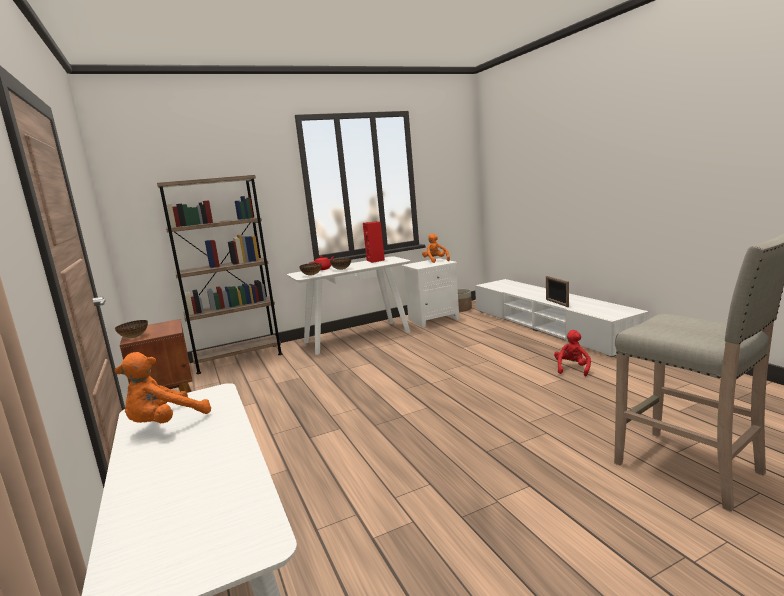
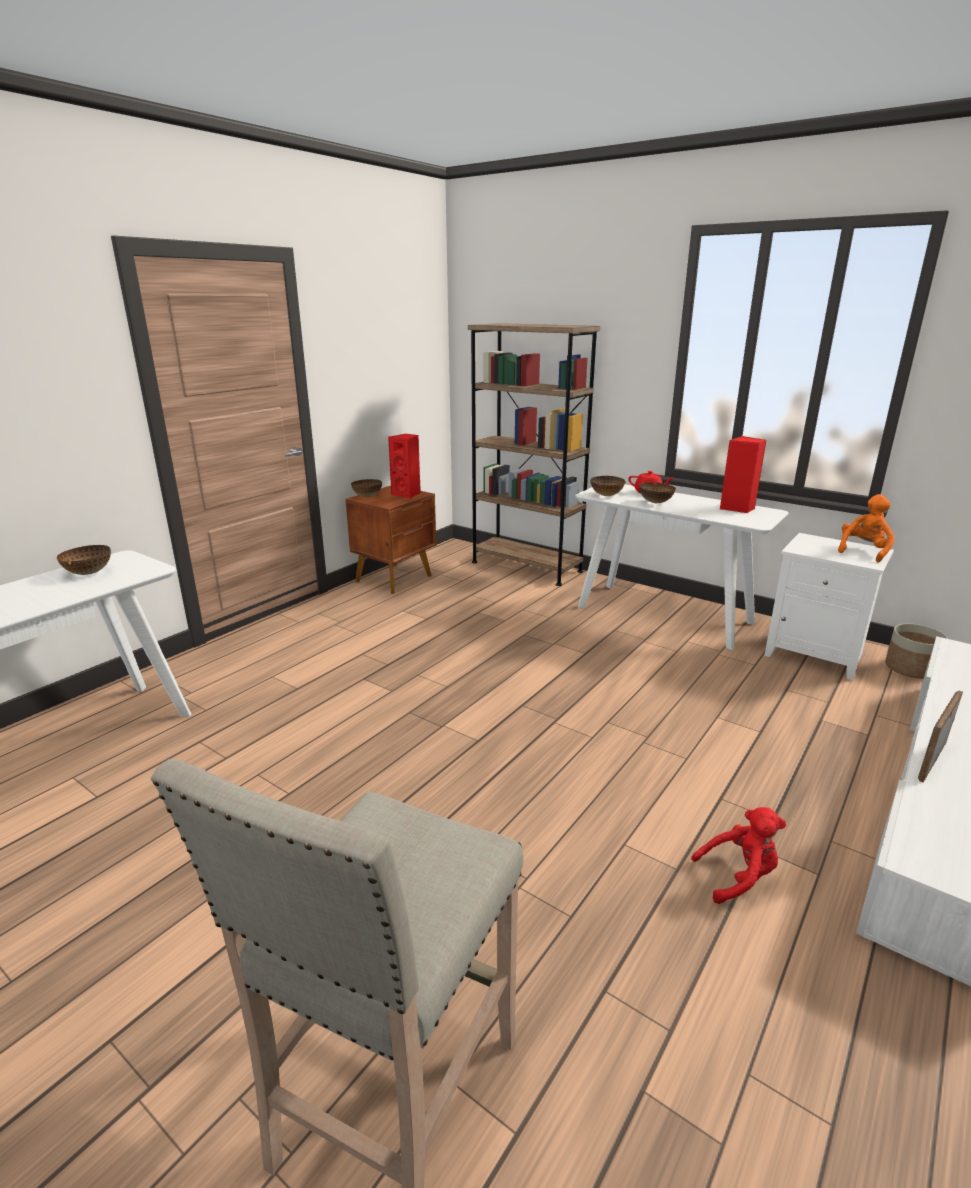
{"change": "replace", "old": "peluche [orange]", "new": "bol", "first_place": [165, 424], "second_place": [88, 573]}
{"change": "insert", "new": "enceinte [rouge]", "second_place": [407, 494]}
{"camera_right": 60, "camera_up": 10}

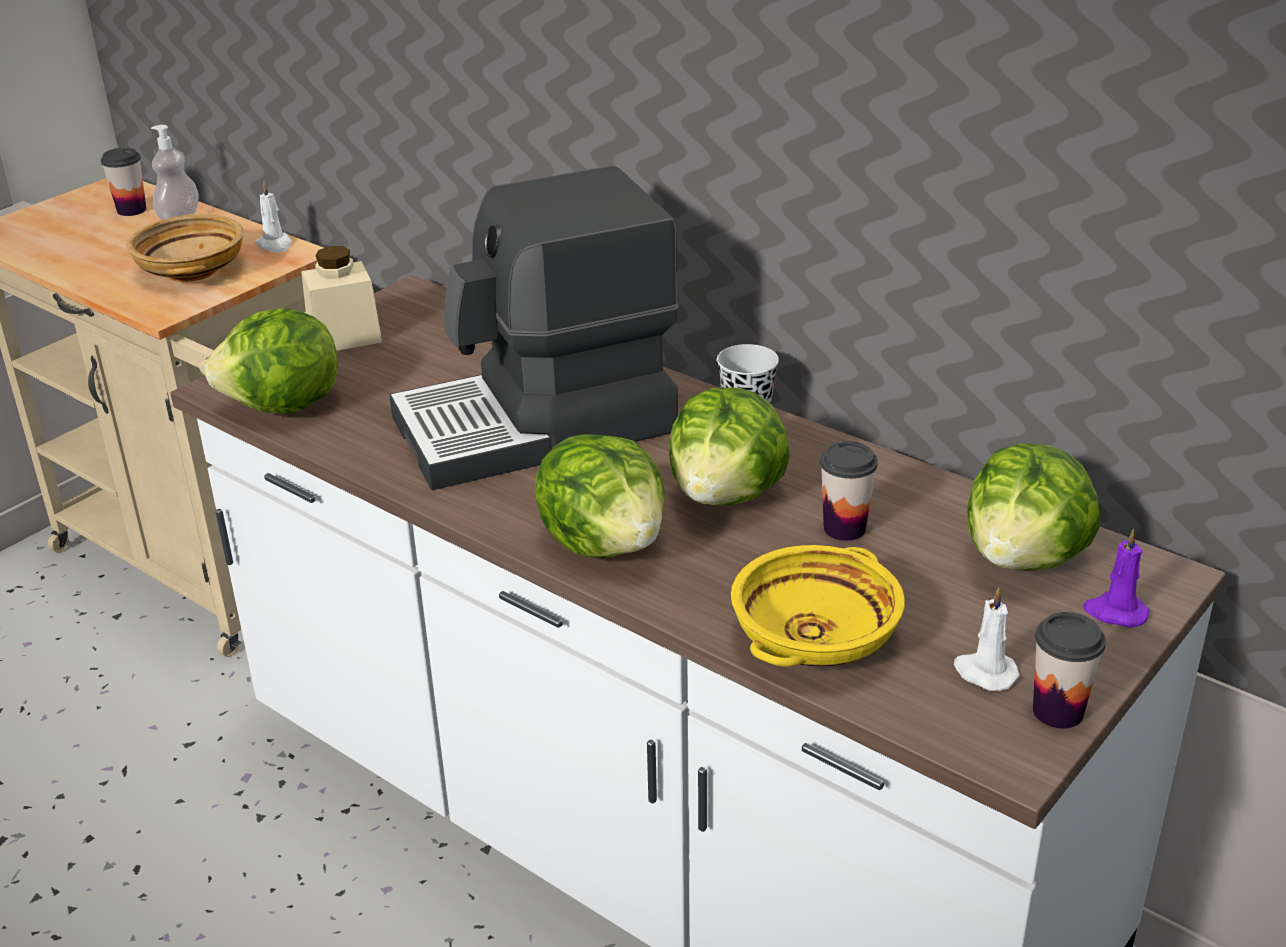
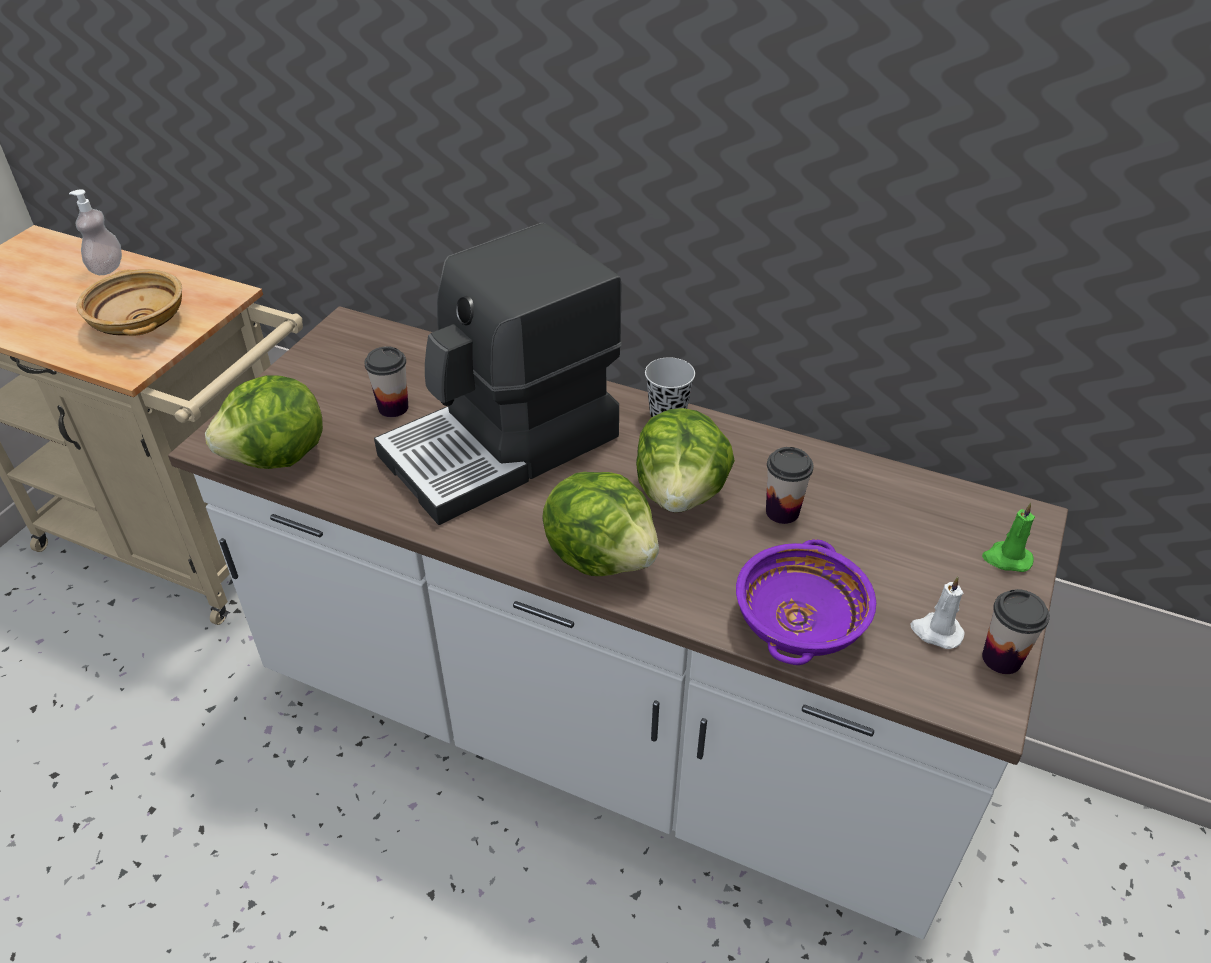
{"change": "move", "old": "tasse", "first_place": [131, 210], "second_place": [393, 407]}
{"change": "delete", "old": "bougie [blanc]", "first_place": [275, 245]}
{"change": "delete", "old": "bocal [beige]", "first_place": [344, 337]}
{"change": "delete", "old": "laitue", "first_place": [1025, 559]}
{"change": "recolor", "old": "bougie [violet]", "new": "bougie [vert]", "first_place": [1114, 612], "second_place": [1006, 558]}
{"change": "recolor", "old": "bol [jaune]", "new": "bol [violet]", "first_place": [815, 639], "second_place": [800, 623]}
{"camera_right": -15, "camera_up": 10}

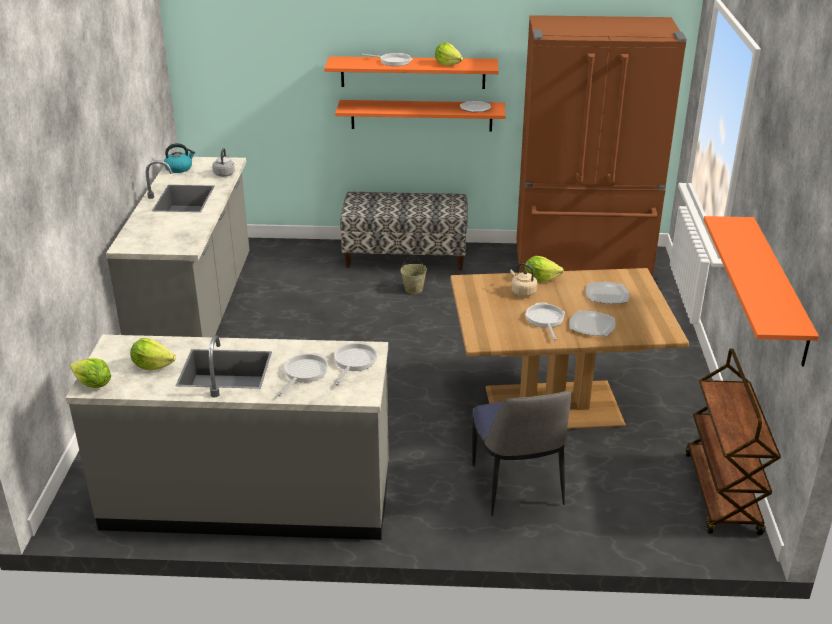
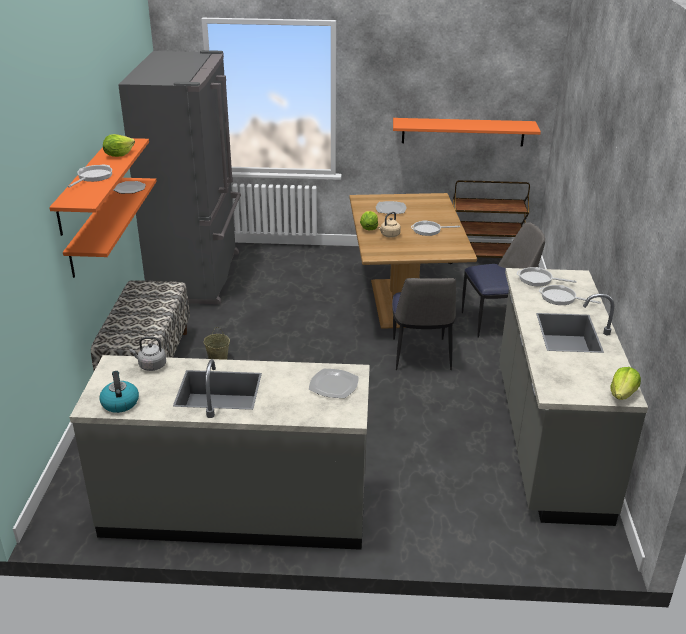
{"change": "recolor", "old": "réfrigérateur [marron]", "new": "réfrigérateur [gris]", "first_place": [582, 266], "second_place": [198, 276]}
{"change": "move", "old": "assiette", "first_place": [592, 325], "second_place": [334, 385]}
{"change": "delete", "old": "laitue", "first_place": [152, 365]}
{"change": "insert", "new": "chaise", "second_place": [420, 355]}
{"camera_right": -90, "camera_up": 0}

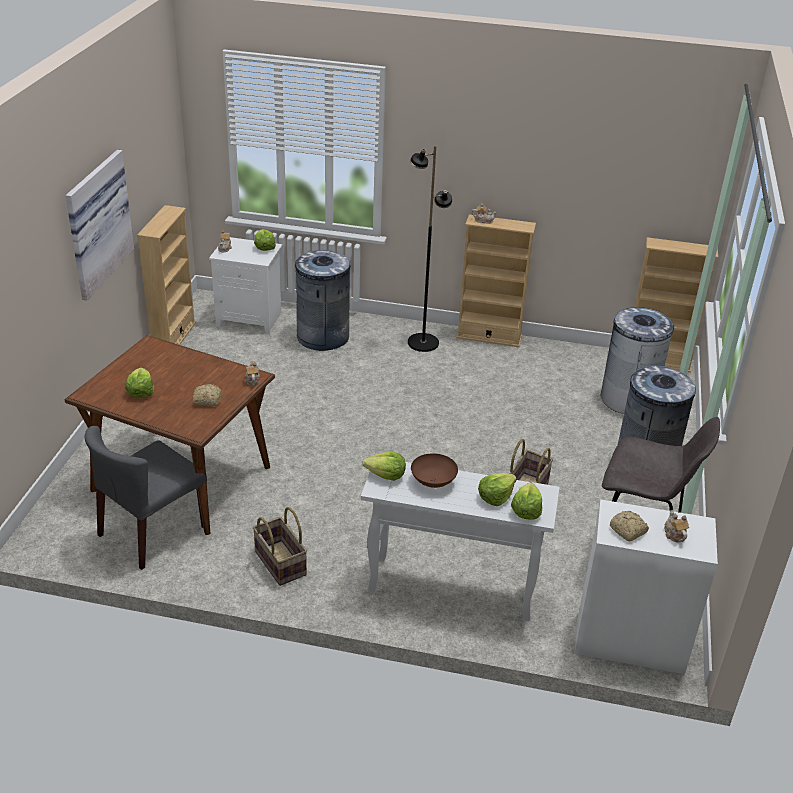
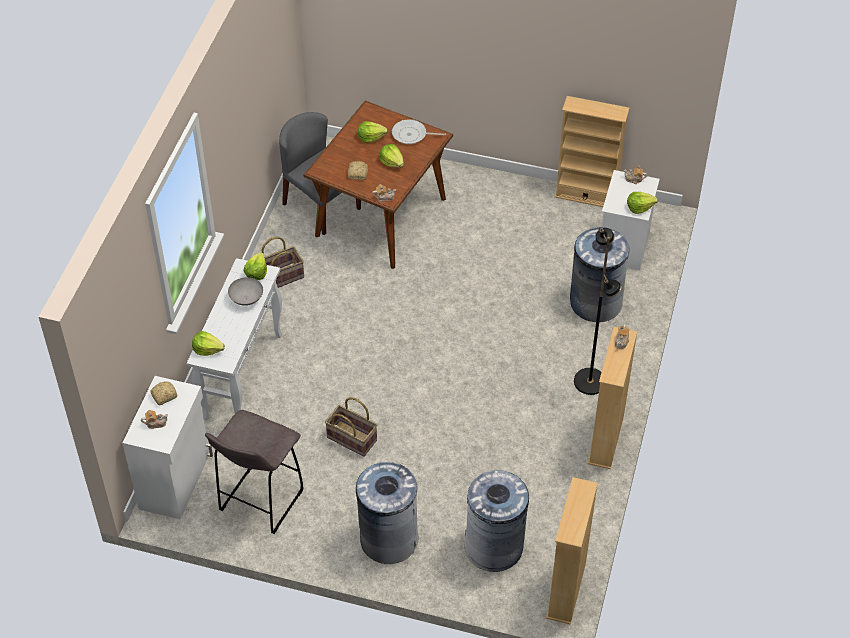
{"change": "delete", "old": "tableau", "first_place": [95, 223]}
{"change": "recolor", "old": "bol [marron]", "new": "bol [gris]", "first_place": [432, 482], "second_place": [246, 298]}
{"change": "move", "old": "laitue", "first_place": [495, 496], "second_place": [392, 162]}
{"change": "insert", "new": "poêle", "second_place": [411, 135]}
{"camera_right": 95, "camera_up": 15}

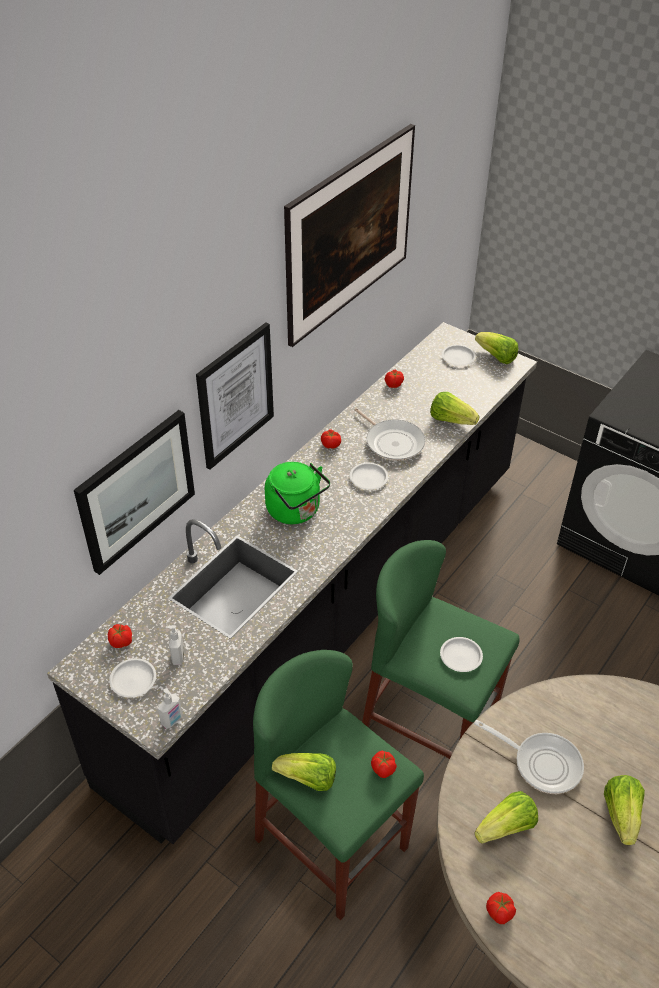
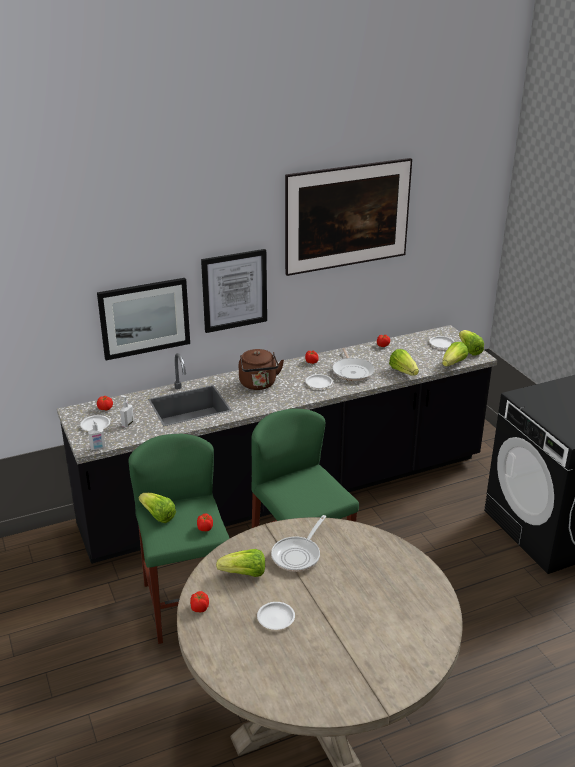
{"change": "recolor", "old": "bouilloire [vert]", "new": "bouilloire [marron]", "first_place": [296, 511], "second_place": [258, 384]}
{"change": "move", "old": "assiette [blanc]", "first_place": [461, 656], "second_place": [276, 618]}
{"change": "rotate", "old": "poêle", "first_place": [542, 763], "second_place": [298, 555], "degrees": 60}
{"change": "move", "old": "laitue", "first_place": [621, 815], "second_place": [453, 363]}
{"camera_right": 30, "camera_up": -15}

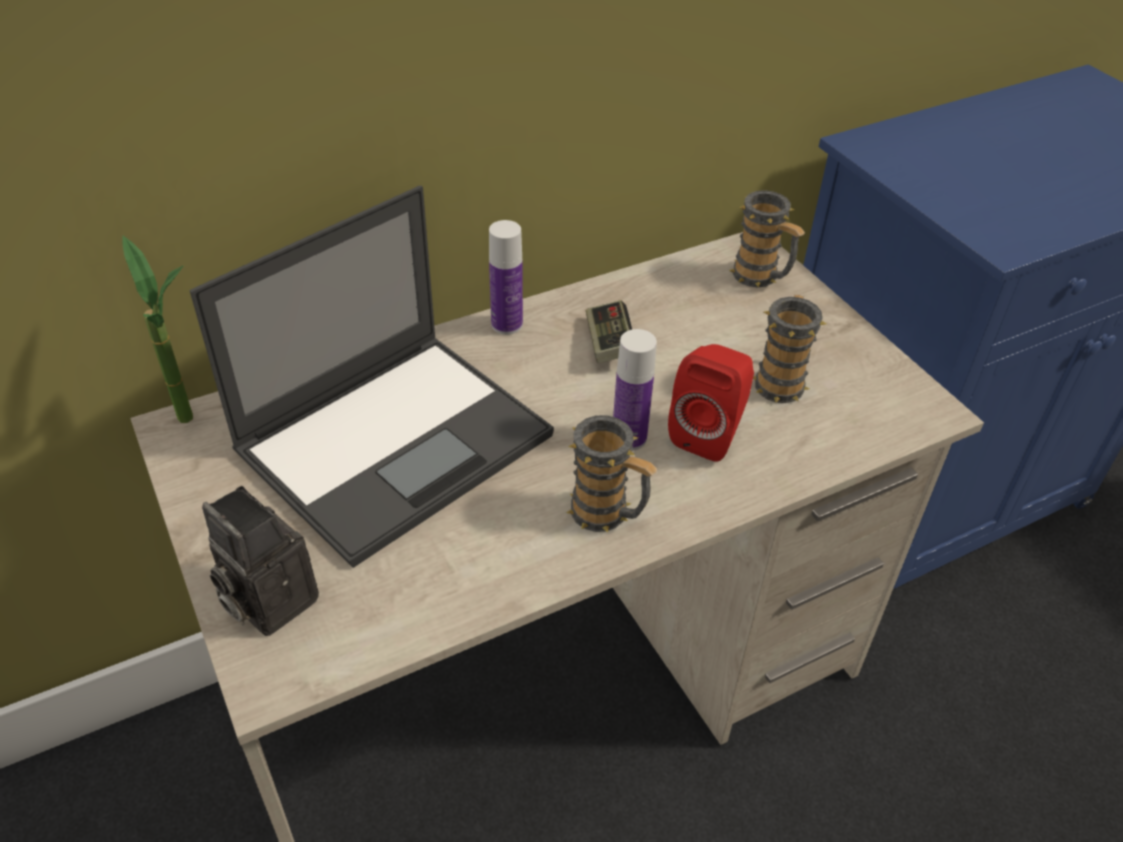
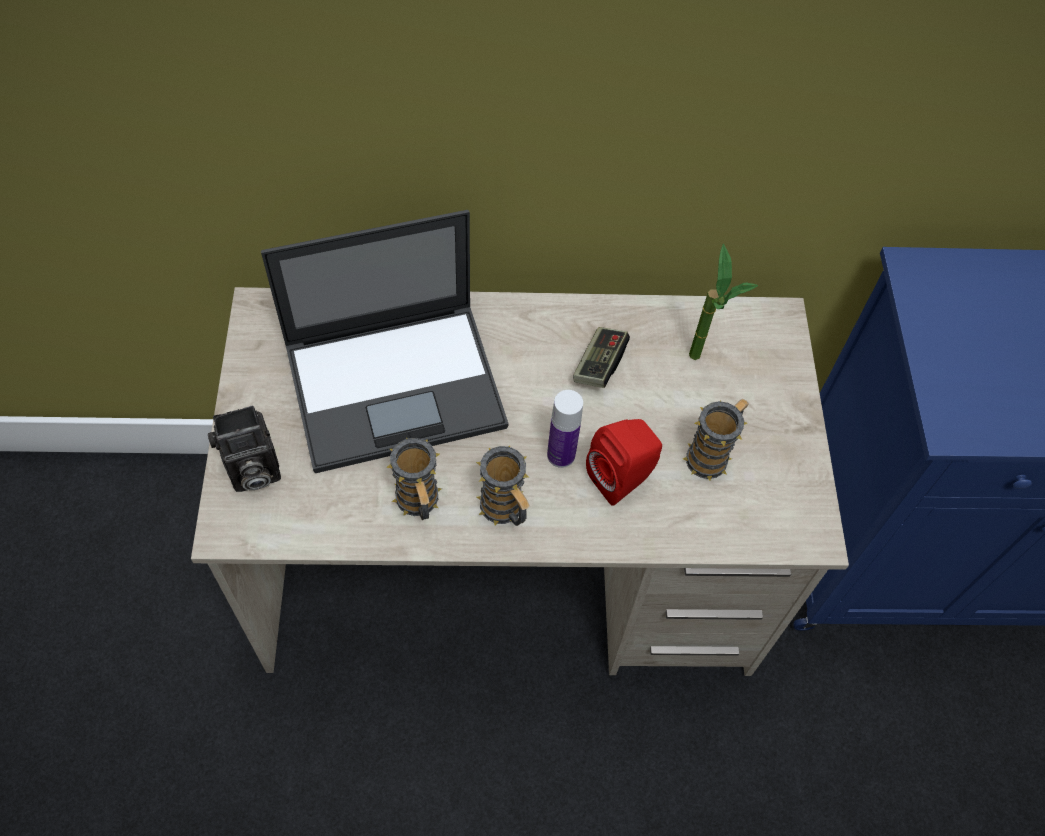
{"change": "move", "old": "mug", "first_place": [761, 278], "second_place": [419, 504]}
{"change": "delete", "old": "bouteille", "first_place": [507, 324]}
{"change": "move", "old": "plante en pot", "first_place": [197, 424], "second_place": [701, 364]}
{"change": "rotate", "old": "appareil photo", "first_place": [266, 600], "second_place": [251, 472], "degrees": -90}
{"camera_right": 25, "camera_up": 15}

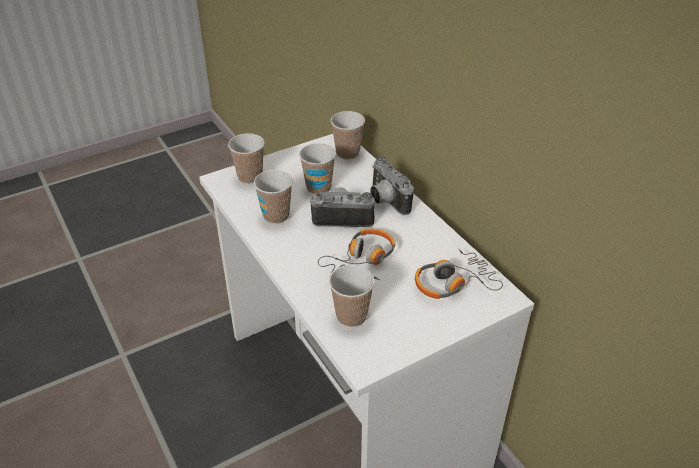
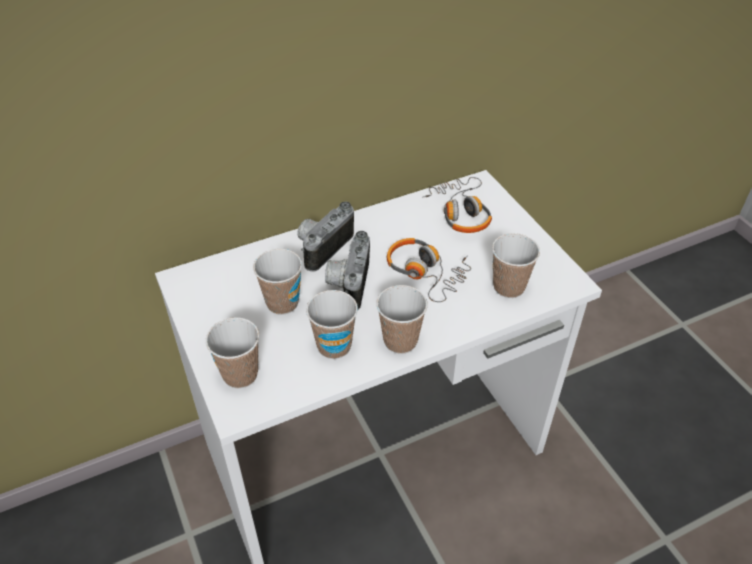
{"change": "move", "old": "tasse", "first_place": [347, 153], "second_place": [400, 341]}
{"change": "rotate", "old": "appareil photo", "first_place": [385, 201], "second_place": [322, 247], "degrees": 150}
{"camera_right": -85, "camera_up": 5}

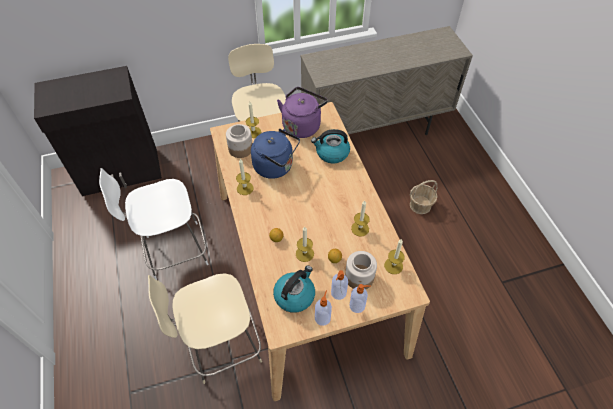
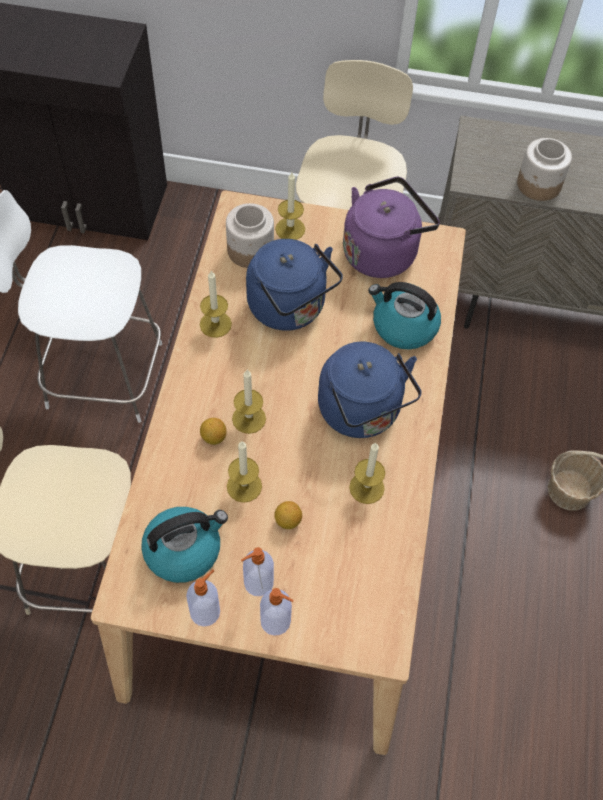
{"change": "move", "old": "bougie", "first_place": [393, 266], "second_place": [249, 418]}
{"change": "move", "old": "bocal", "first_place": [359, 277], "second_place": [539, 185]}
{"change": "insert", "new": "bouilloire [bleu]", "second_place": [362, 413]}
{"camera_right": 25, "camera_up": 5}

